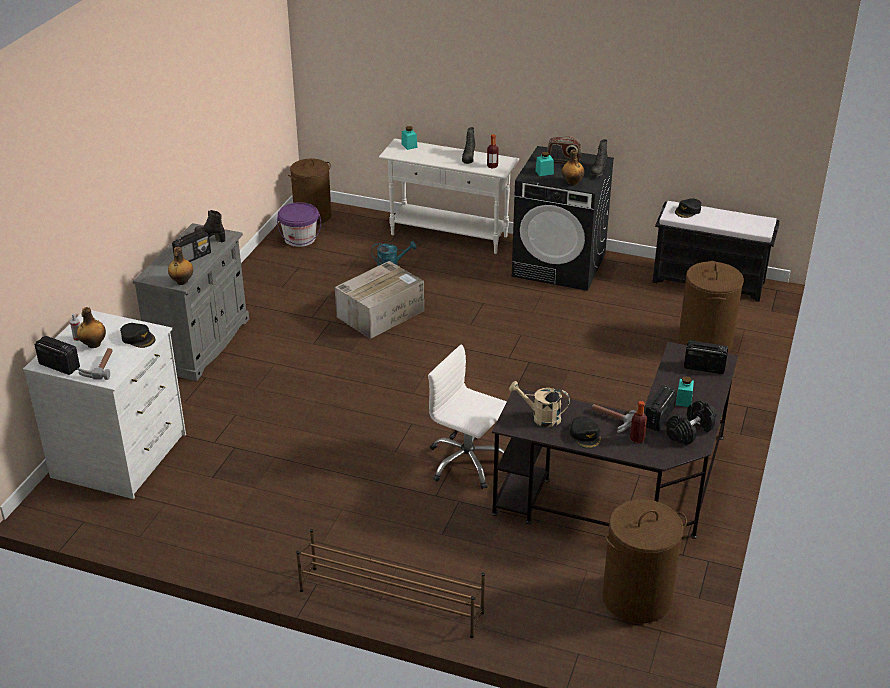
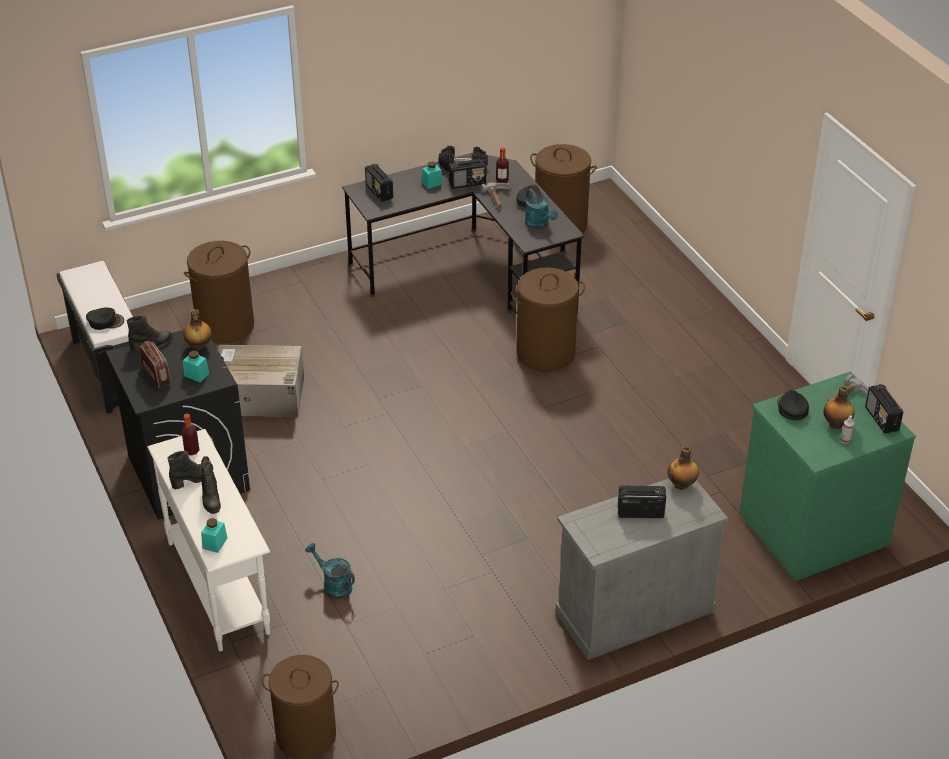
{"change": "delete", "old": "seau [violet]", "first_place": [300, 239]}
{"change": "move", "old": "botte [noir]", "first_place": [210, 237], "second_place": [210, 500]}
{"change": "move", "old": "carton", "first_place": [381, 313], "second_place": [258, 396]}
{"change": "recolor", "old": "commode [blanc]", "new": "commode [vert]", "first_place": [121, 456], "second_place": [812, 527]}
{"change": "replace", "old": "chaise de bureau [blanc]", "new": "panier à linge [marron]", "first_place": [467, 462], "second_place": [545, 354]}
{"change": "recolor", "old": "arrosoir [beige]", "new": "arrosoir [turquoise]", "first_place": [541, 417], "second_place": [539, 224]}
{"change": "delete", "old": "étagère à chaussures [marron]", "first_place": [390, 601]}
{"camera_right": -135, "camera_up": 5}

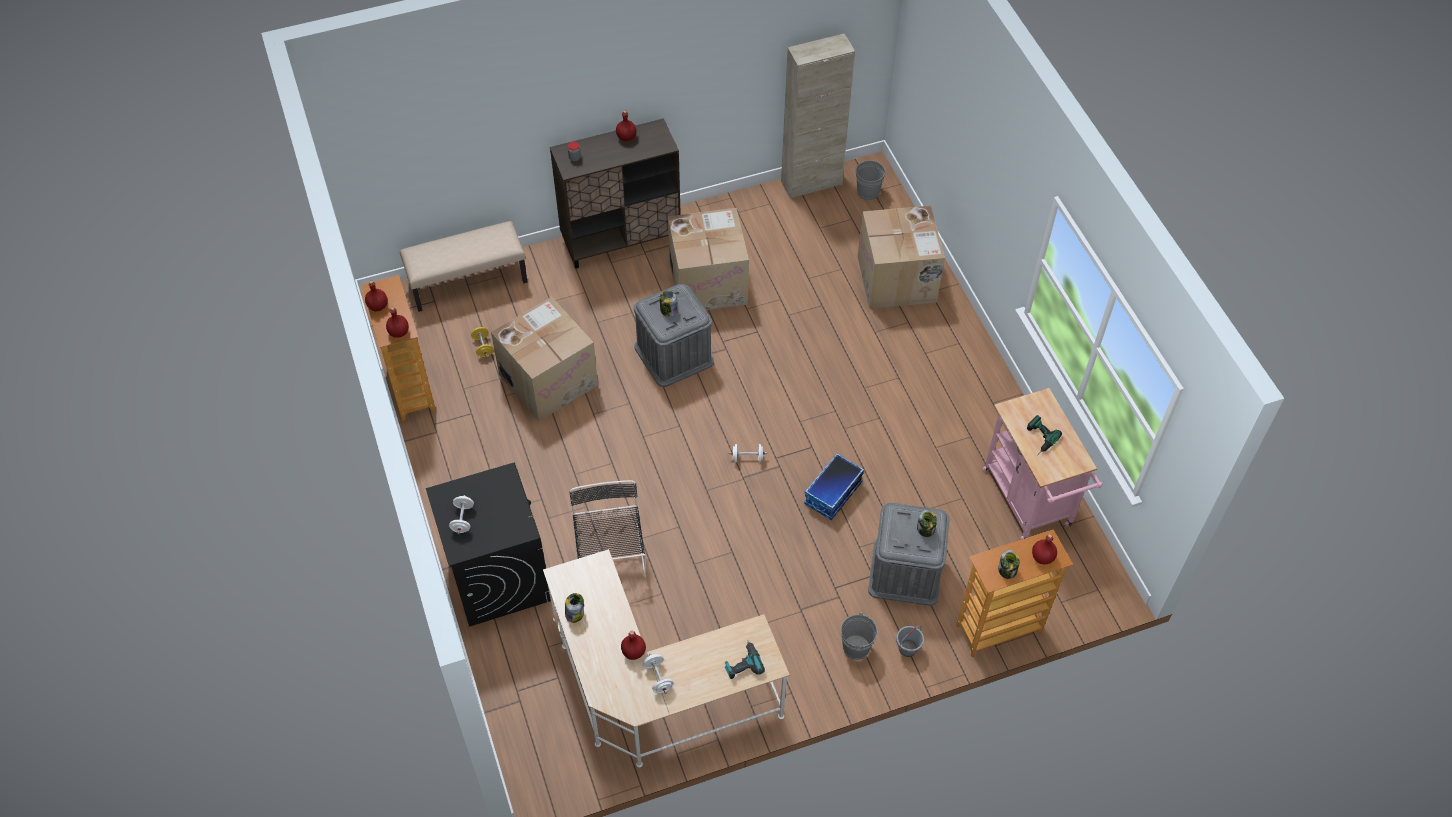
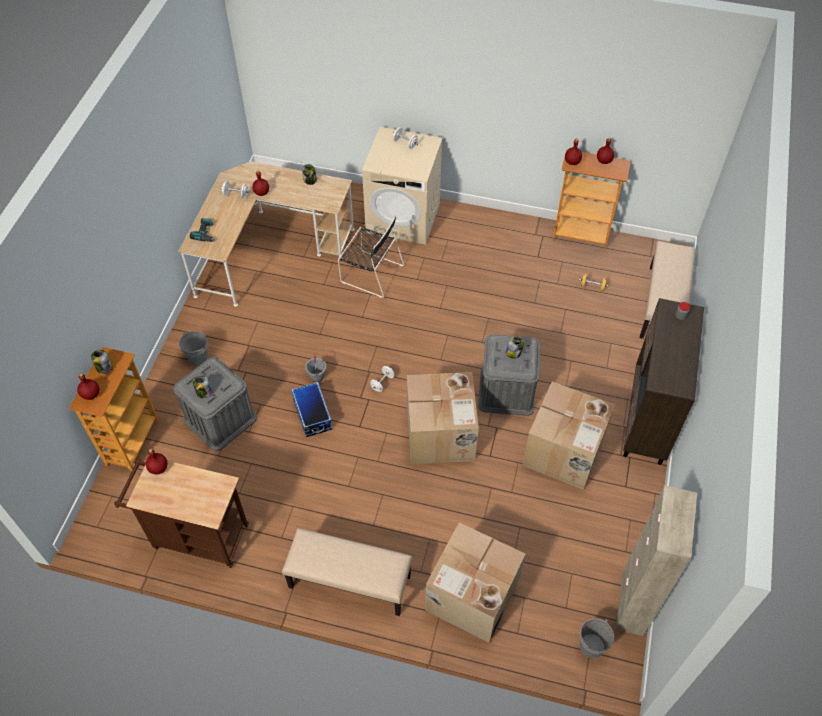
{"change": "move", "old": "bouteille [rouge]", "first_place": [626, 137], "second_place": [159, 468]}
{"change": "move", "old": "carton", "first_place": [548, 379], "second_place": [441, 435]}
{"change": "recolor", "old": "chariot [rose]", "new": "chariot [marron]", "first_place": [1030, 502], "second_place": [196, 535]}
{"change": "delete", "old": "perceuse", "first_place": [1038, 439]}
{"change": "recolor", "old": "lave-linge [noir]", "new": "lave-linge [beige]", "first_place": [498, 575], "second_place": [403, 218]}
{"change": "move", "old": "seau [gris]", "first_place": [907, 649], "second_place": [317, 376]}
{"change": "insert", "new": "banc [beige]", "second_place": [349, 582]}
{"camera_right": 125, "camera_up": 0}

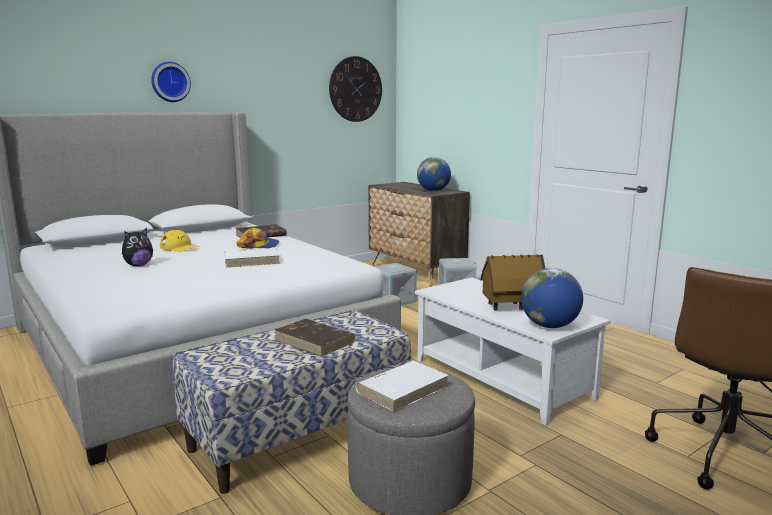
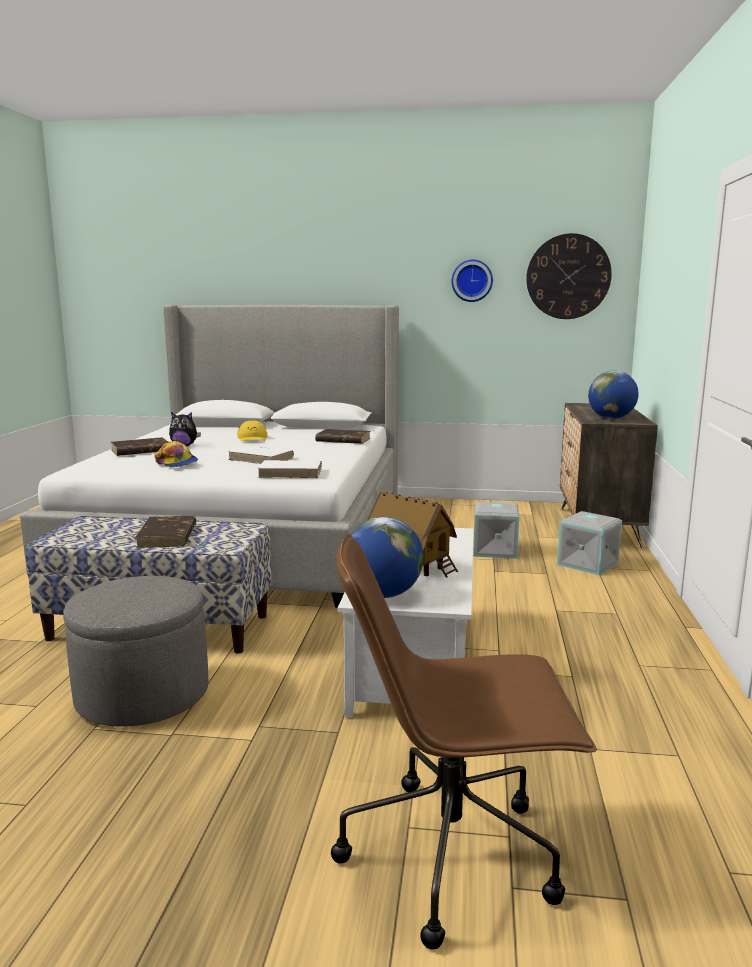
{"change": "move", "old": "horloge murale", "first_place": [170, 82], "second_place": [472, 281]}
{"change": "move", "old": "casquette", "first_place": [259, 245], "second_place": [177, 463]}
{"change": "move", "old": "livre [blanc]", "first_place": [403, 389], "second_place": [291, 473]}
{"change": "insert", "new": "livre [marron]", "second_place": [140, 450]}
{"camera_right": 45, "camera_up": 0}

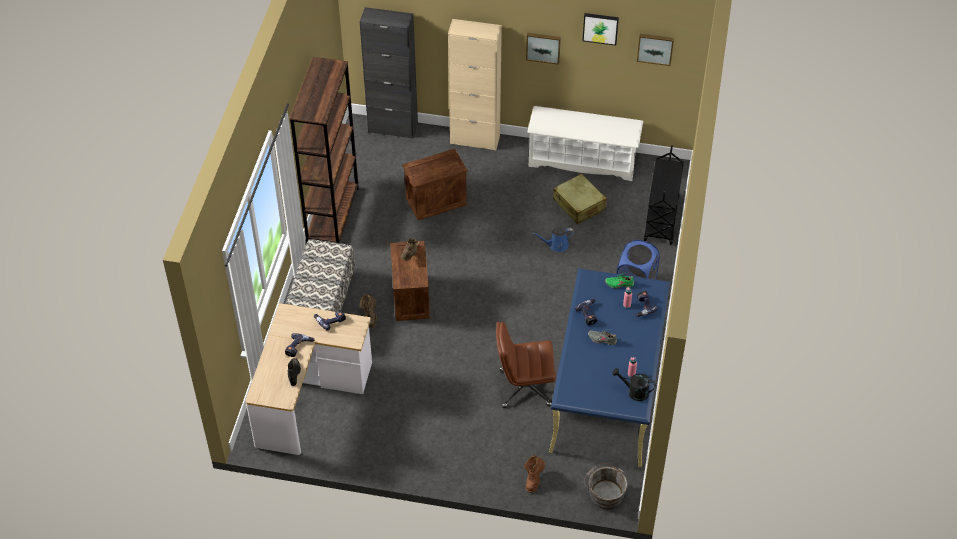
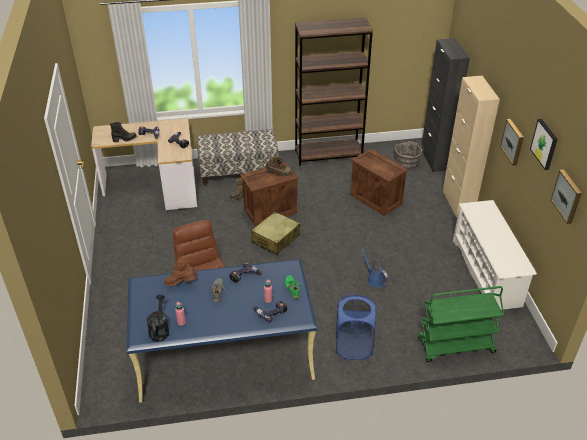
{"change": "recolor", "old": "chariot [noir]", "new": "chariot [vert]", "first_place": [661, 219], "second_place": [455, 346]}
{"change": "move", "old": "valise [beige]", "first_place": [579, 205], "second_place": [275, 239]}
{"change": "move", "old": "botte [marron]", "first_place": [534, 479], "second_place": [181, 283]}
{"change": "move", "old": "seau [gris]", "first_place": [604, 493], "second_place": [407, 161]}
{"camera_right": 70, "camera_up": -10}

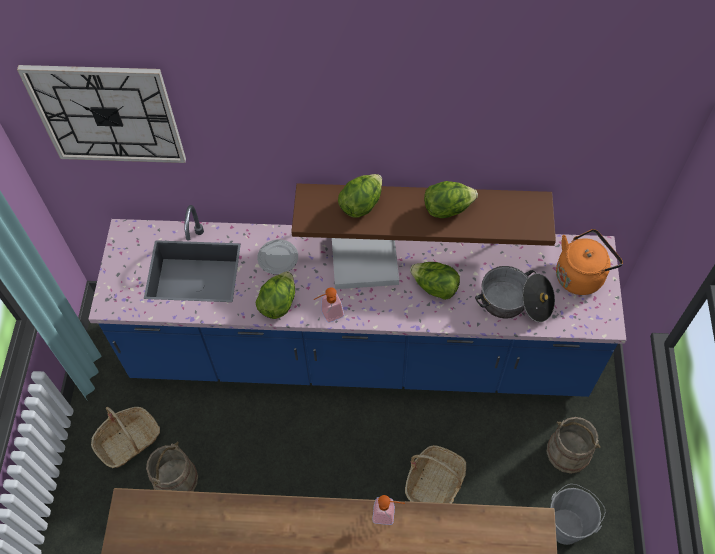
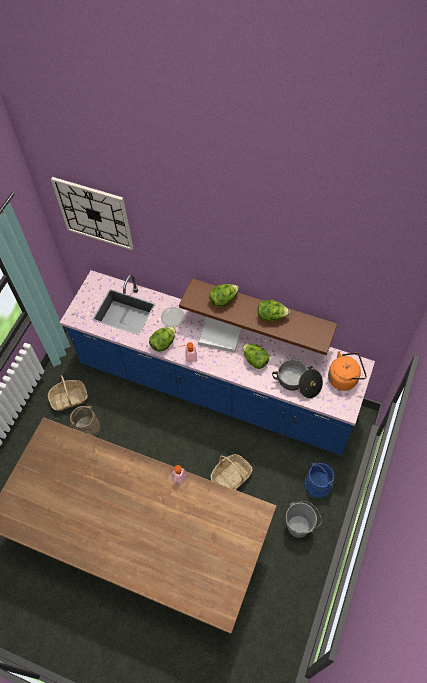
{"change": "recolor", "old": "seau [beige]", "new": "seau [bleu]", "first_place": [568, 451], "second_place": [318, 484]}
{"camera_right": 20, "camera_up": 0}

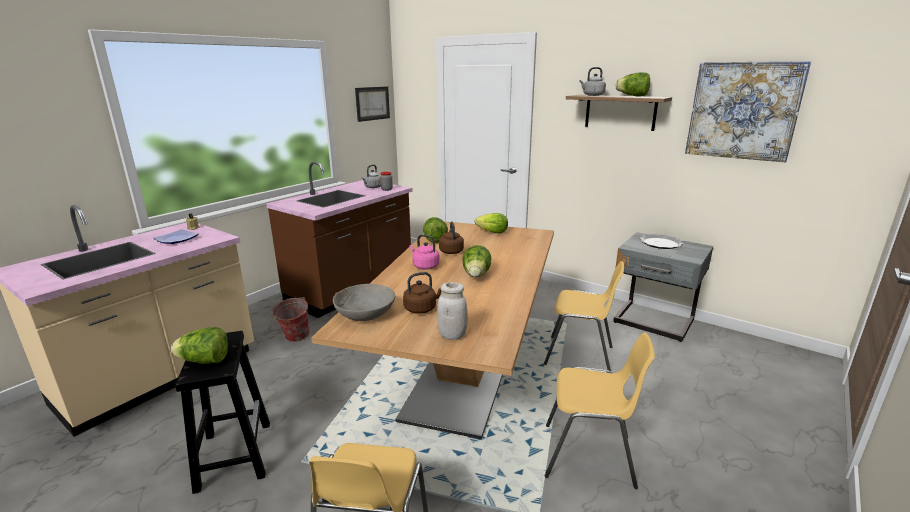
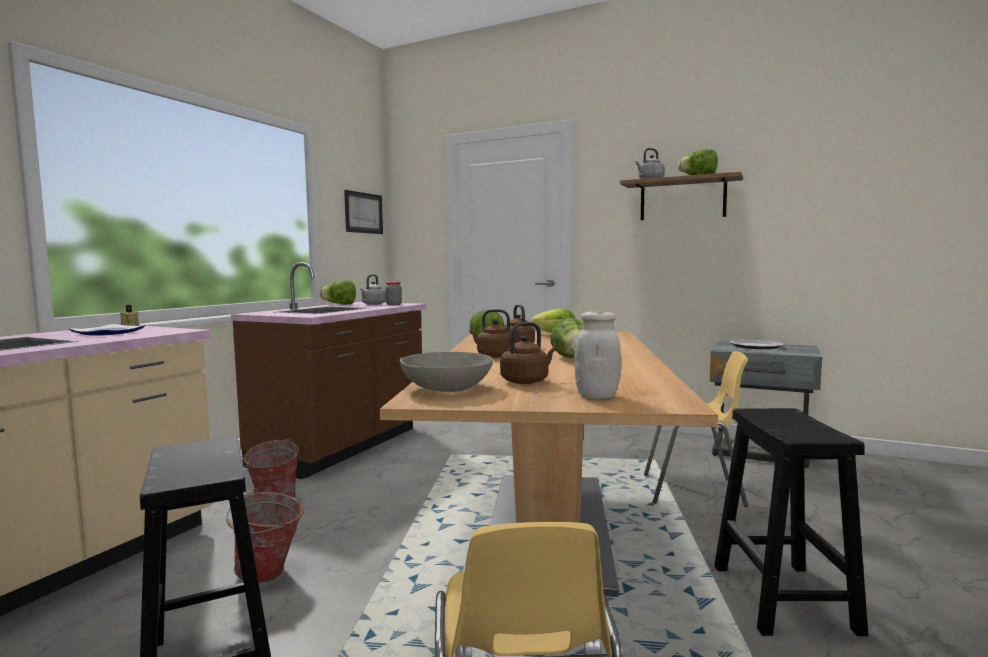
{"change": "delete", "old": "tableau", "first_place": [743, 111]}
{"change": "recolor", "old": "bouilloire [rose]", "new": "bouilloire [marron]", "first_place": [424, 266], "second_place": [493, 356]}
{"change": "move", "old": "laitue", "first_place": [205, 361], "second_place": [340, 304]}
{"change": "replace", "old": "chaise [jaune]", "new": "tabouret [noir]", "first_place": [589, 456], "second_place": [784, 599]}
{"change": "insert", "new": "seau", "second_place": [268, 575]}
{"camera_right": -10, "camera_up": -15}

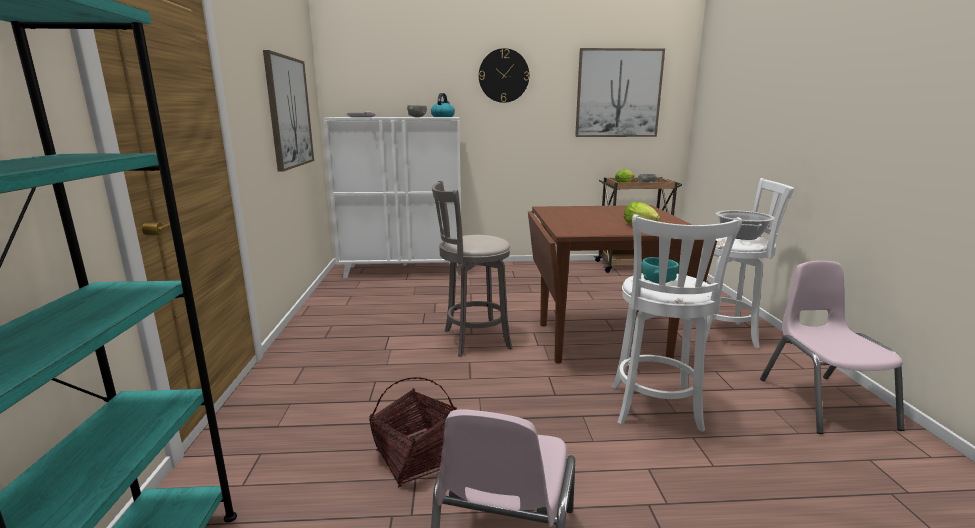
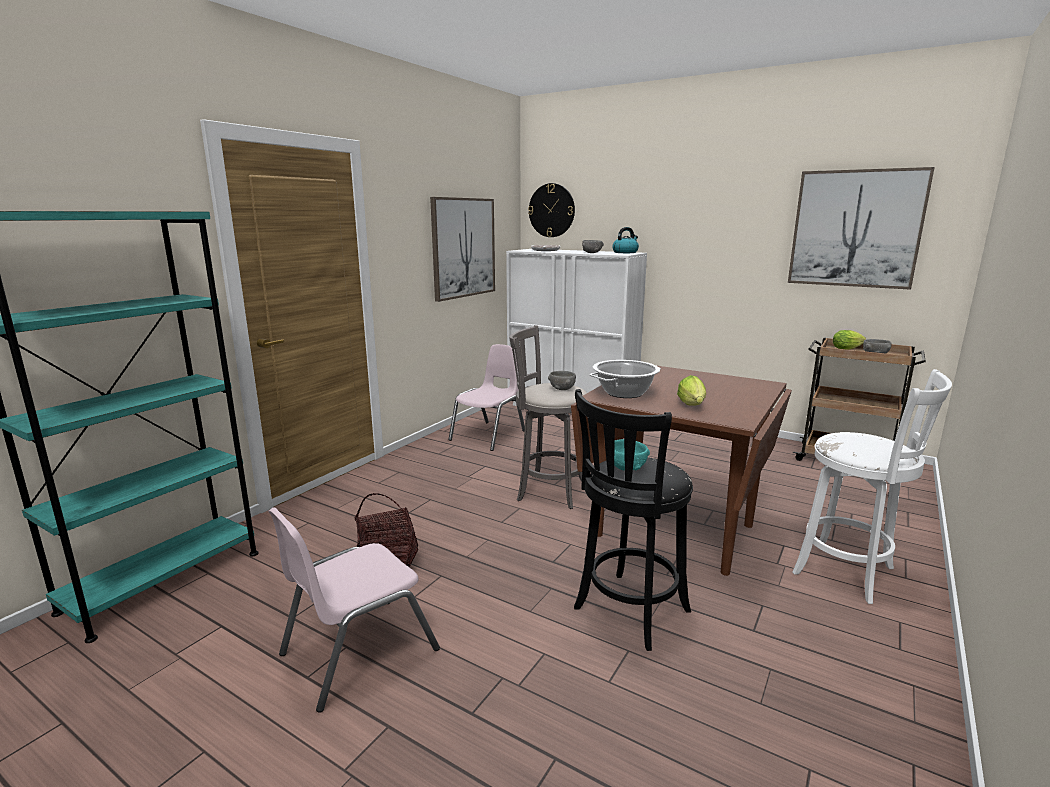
{"change": "move", "old": "horloge murale", "first_place": [503, 76], "second_place": [551, 210]}
{"change": "move", "old": "marmite", "first_place": [741, 236], "second_place": [624, 393]}
{"change": "recolor", "old": "tabouret [blanc]", "new": "tabouret [noir]", "first_place": [655, 410], "second_place": [628, 612]}
{"change": "move", "old": "chaise [rose]", "first_place": [824, 403], "second_place": [489, 435]}
{"change": "insert", "new": "bol [gris]", "second_place": [562, 389]}
{"camera_right": 35, "camera_up": 0}

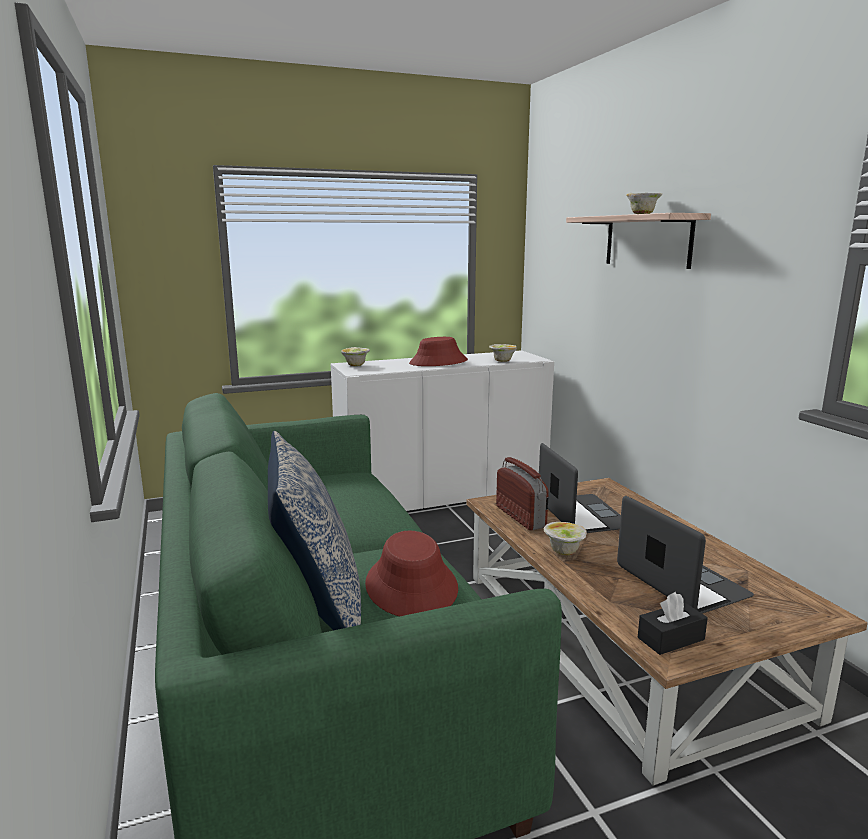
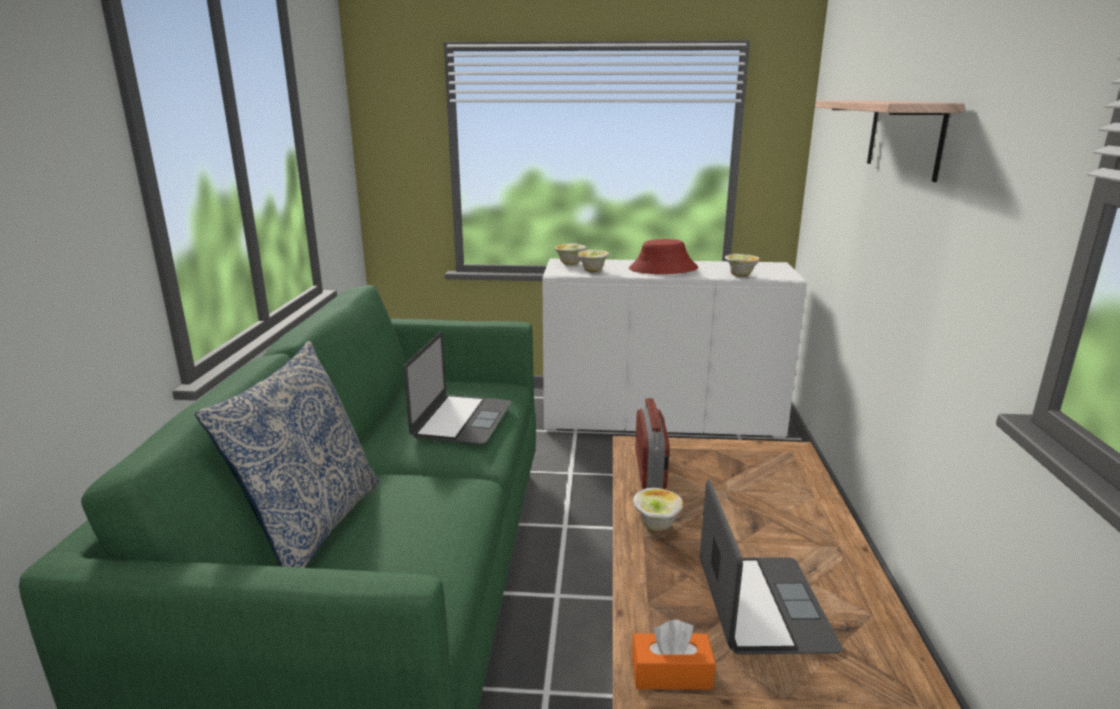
{"change": "move", "old": "bol", "first_place": [643, 214], "second_place": [593, 271]}
{"change": "move", "old": "ordinateur portable", "first_place": [582, 514], "second_place": [462, 419]}
{"change": "delete", "old": "chapeau [rouge]", "first_place": [412, 586]}
{"change": "recolor", "old": "boîte à mouchoirs [noir]", "new": "boîte à mouchoirs [orange]", "first_place": [670, 639], "second_place": [671, 673]}
{"camera_right": 25, "camera_up": 5}

